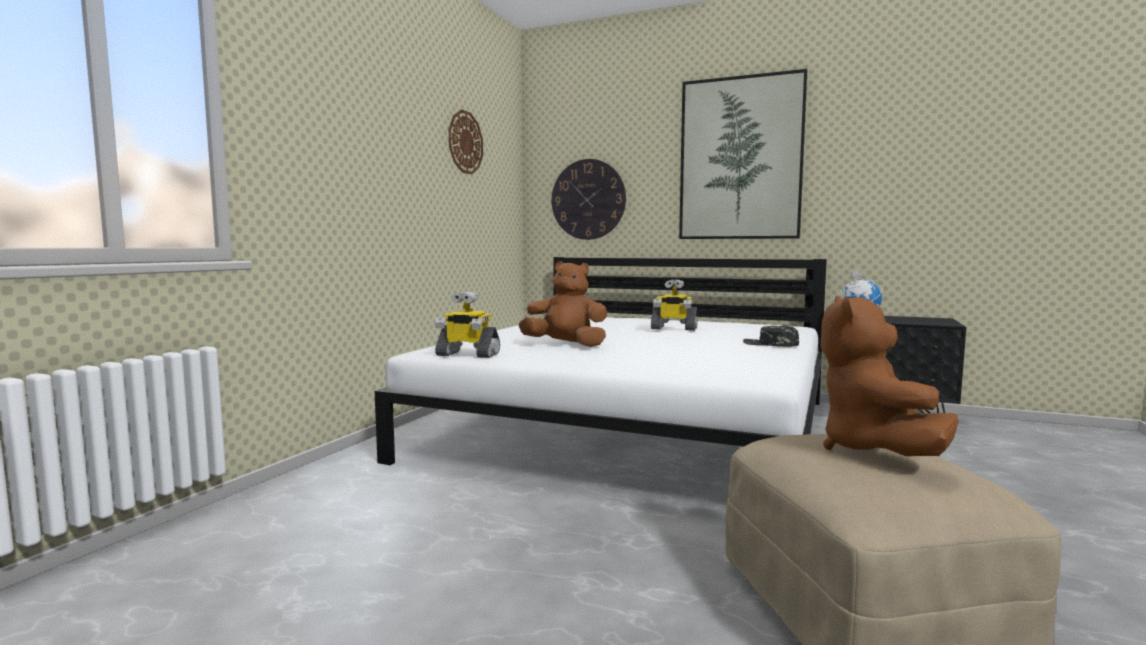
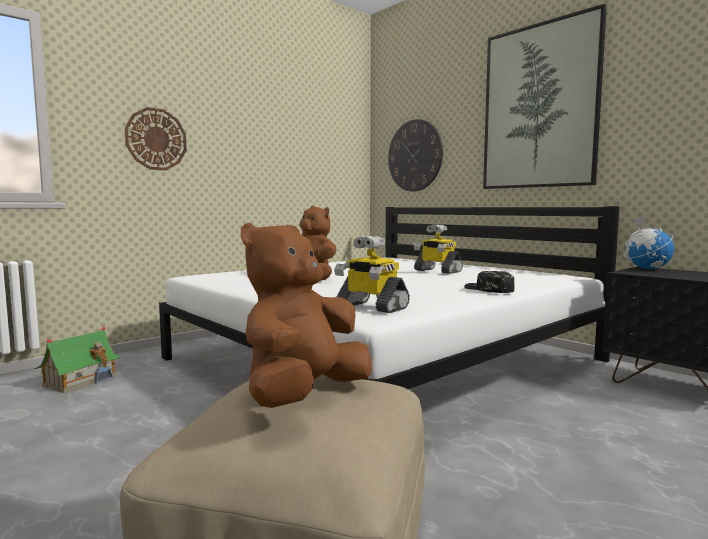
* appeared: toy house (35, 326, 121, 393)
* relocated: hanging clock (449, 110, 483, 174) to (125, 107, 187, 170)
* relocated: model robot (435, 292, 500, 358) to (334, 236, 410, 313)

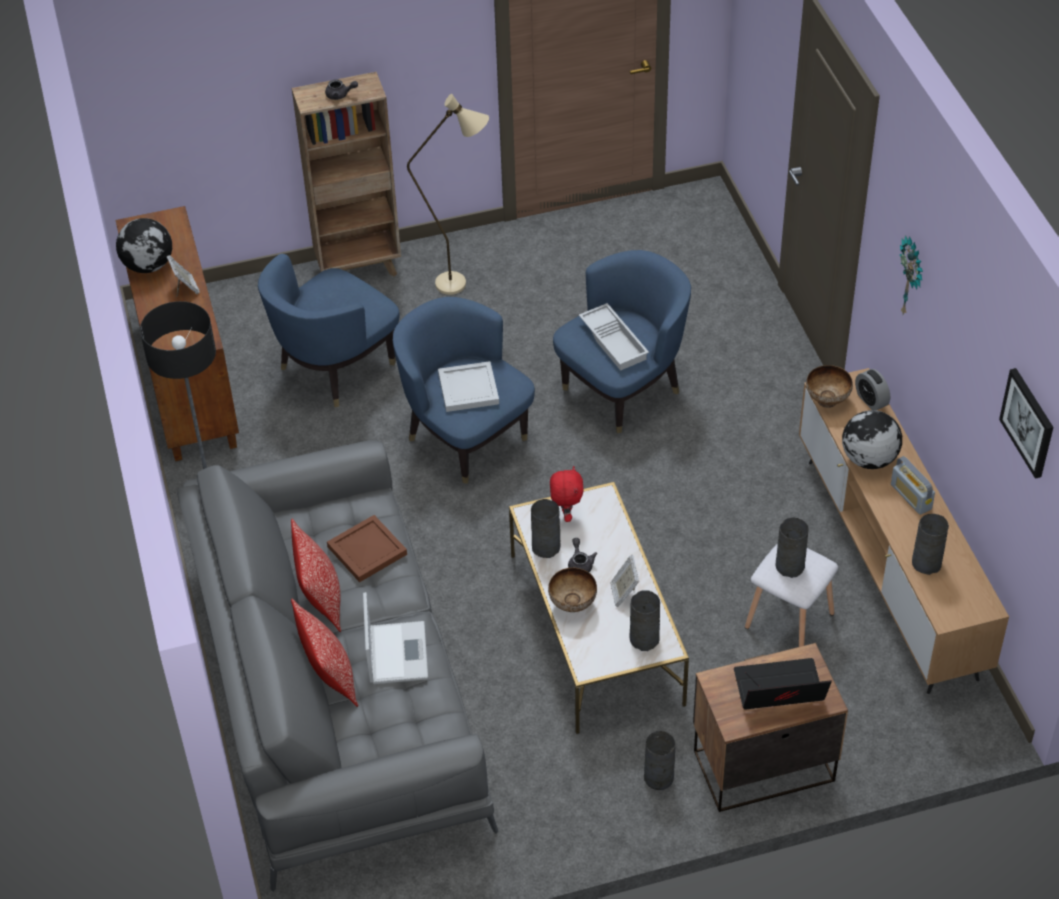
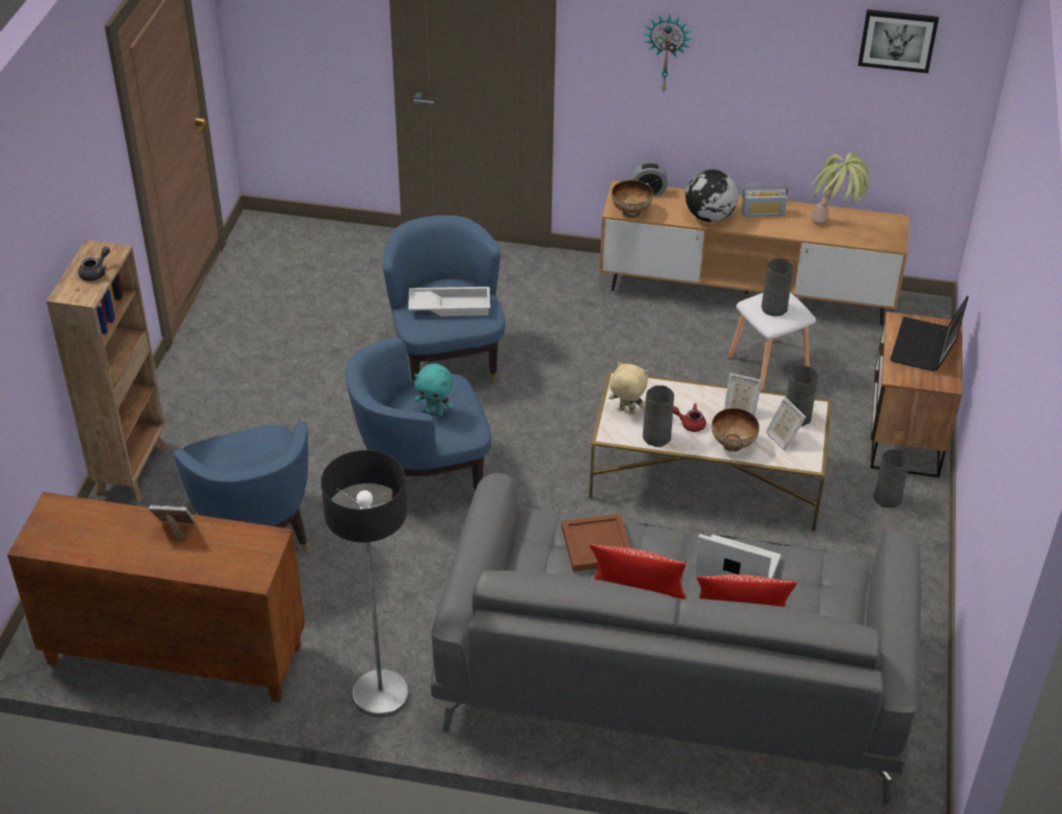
* exchanged: white-coloured serving tray (438, 361, 499, 412) to blue-green cuddly toy (414, 364, 454, 416)
* colour: reddish cuddly toy (550, 466, 584, 522) to beige cuddly toy (609, 362, 648, 414)
* colour: gray teapot (568, 538, 597, 572) to reddish teapot (673, 404, 706, 432)
* appeared: standing frame (766, 397, 806, 450)
* exchanged: gray flower vase (912, 514, 949, 575) to potted plant (810, 153, 869, 224)
* missing: world globe (116, 218, 172, 273)
* missing: beige floor lamp (407, 94, 489, 295)

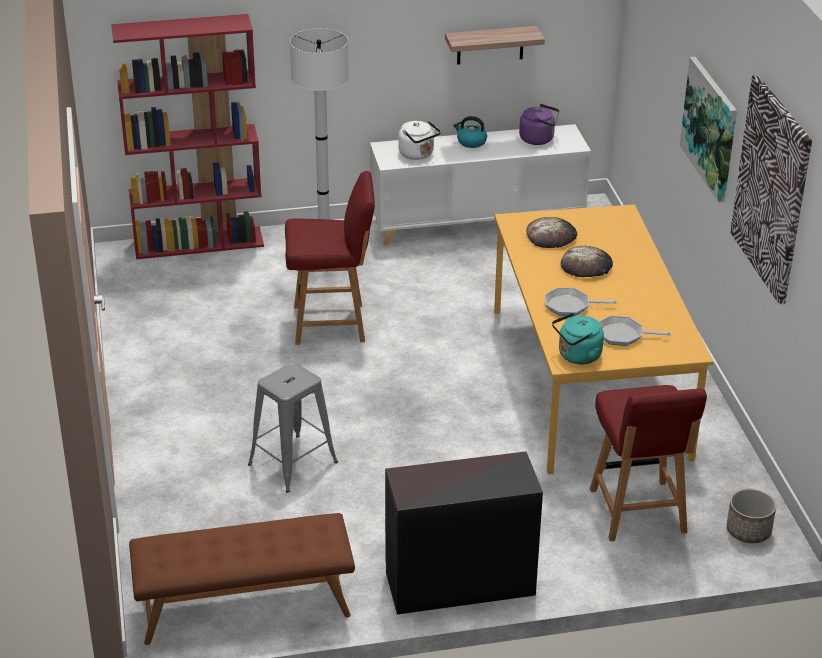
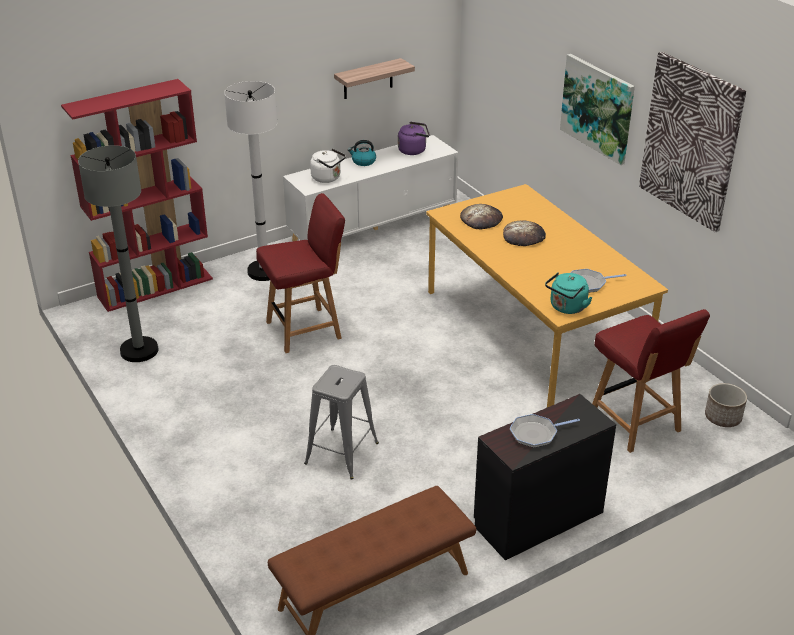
* appeared: gray floor lamp (78, 145, 159, 362)
* relocated: frying pan (545, 288, 617, 316) to (510, 414, 580, 448)

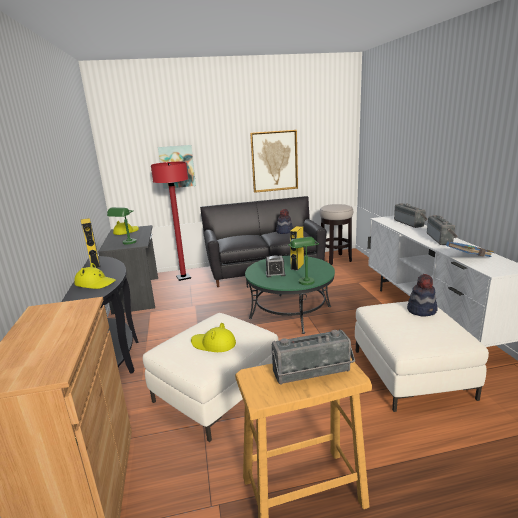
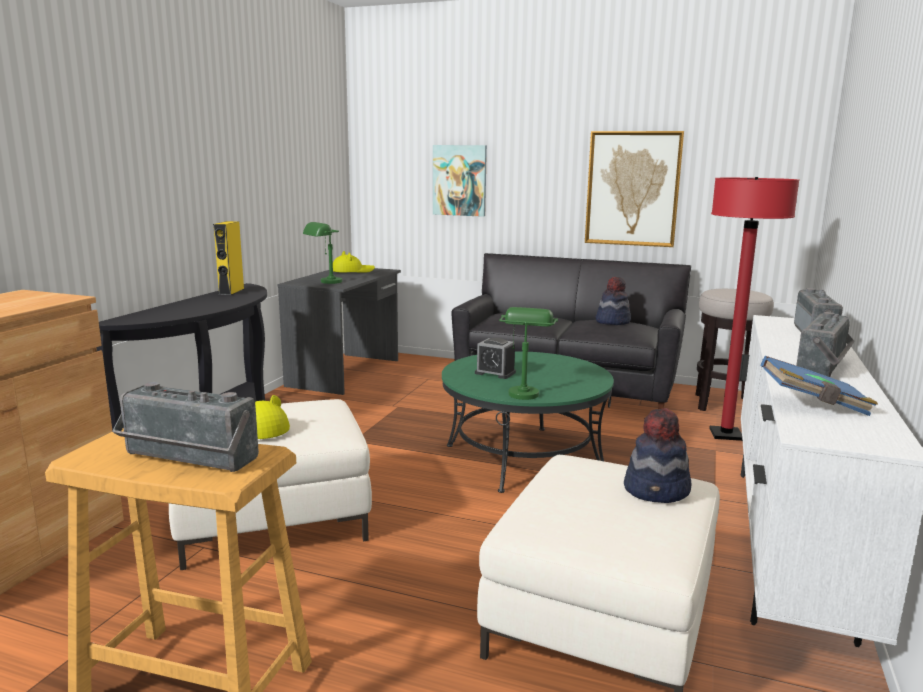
* relocated: reddish floor lamp (151, 162, 191, 281) to (709, 177, 799, 441)
* missing: yellow-coloured hat (74, 263, 116, 289)
* missing: yellow-coloured speaker (290, 226, 304, 270)

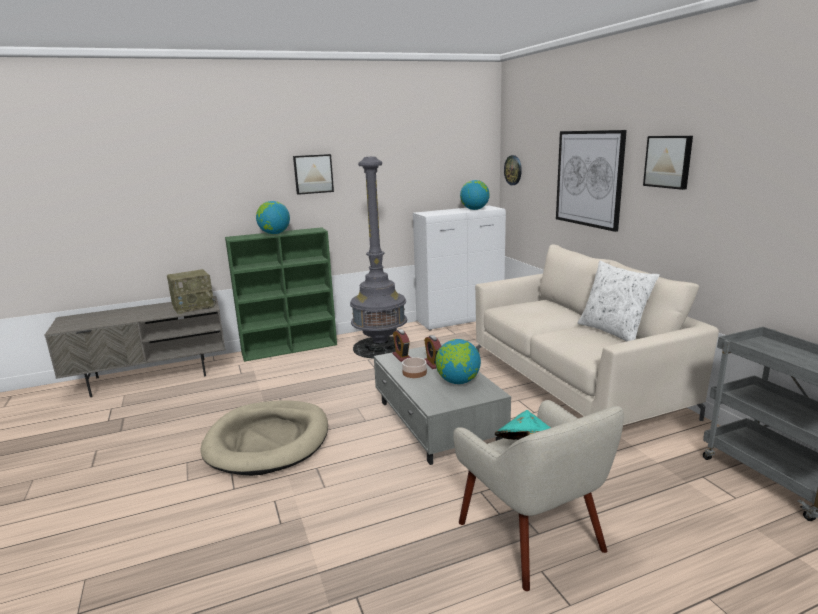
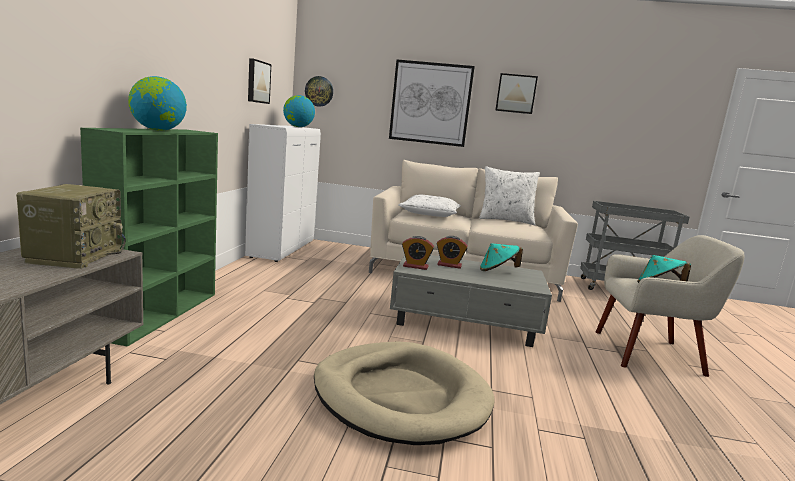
* relocated: wall picture (293, 154, 334, 195) to (248, 58, 271, 104)
* appeared: white-coloured pillow (398, 195, 461, 217)
* exchanged: world globe (435, 339, 481, 384) to blue-green hat (480, 243, 523, 271)
* missing: gray floor lamp (350, 157, 407, 359)
* missing: serving bowl (402, 357, 427, 378)

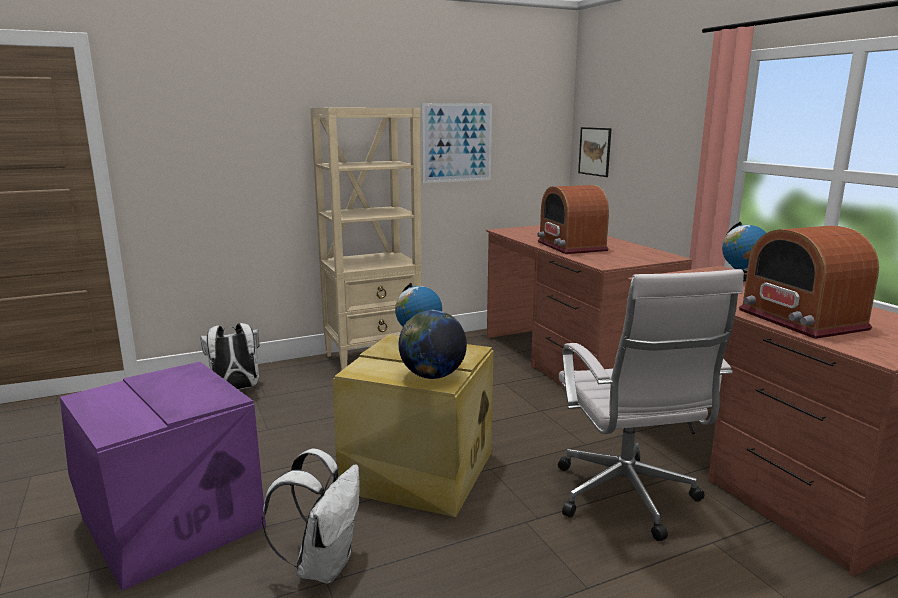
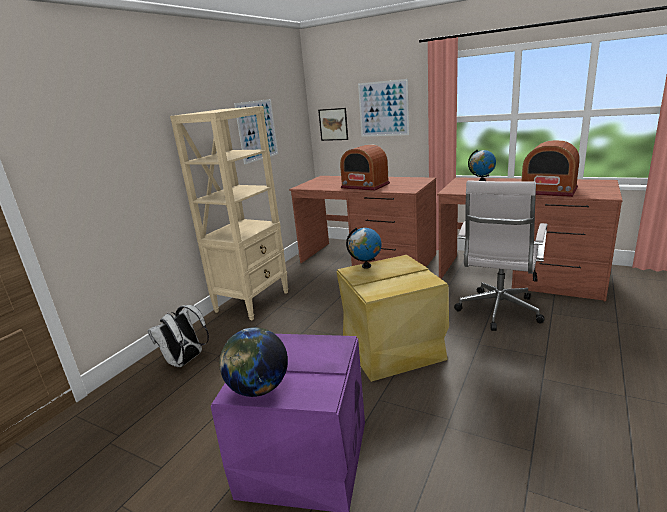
* relocated: world globe (398, 310, 467, 379) to (219, 327, 288, 397)
* appeared: wall picture (358, 79, 409, 137)
* spun: white-coloured computer chair (558, 269, 744, 541) = (454, 181, 548, 331) 75 degrees clockwise
* missing: white-coloured backpack (262, 449, 360, 584)

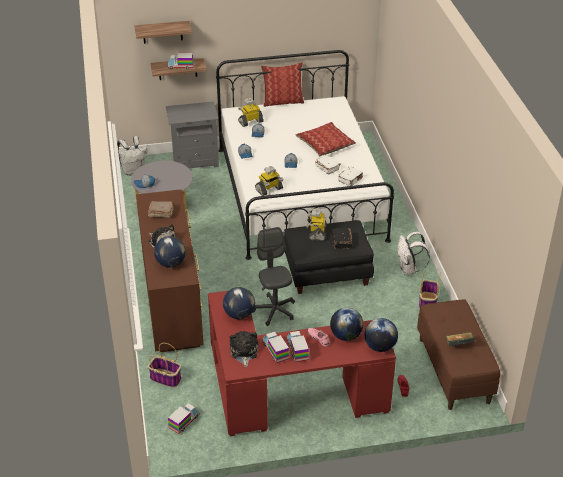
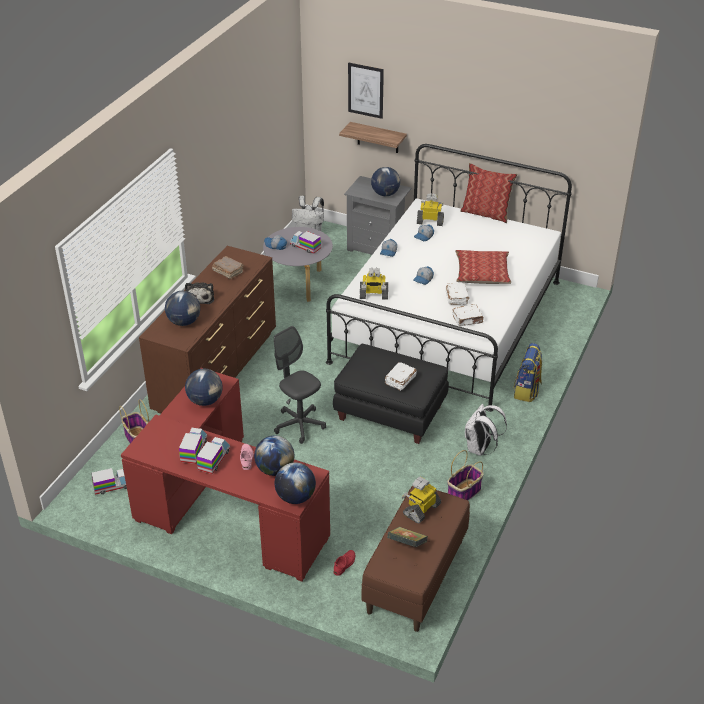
* spun: gray computer chair (253, 227, 295, 326) = (274, 326, 326, 444) 60 degrees counterclockwise
* relocated: model truck (168, 53, 194, 69) to (290, 231, 321, 254)
* exchanged: bracket shelf (134, 21, 192, 44) to wall picture (348, 63, 384, 119)
* appeared: world globe (371, 167, 400, 196)
* colour: black-coloured bound book (333, 228, 352, 249) to white-coloured bound book (385, 362, 417, 391)
* relocated: model robot (306, 209, 327, 241) to (402, 477, 441, 523)
* appeared: backpack (514, 343, 542, 402)
* missing: cuddly toy (229, 331, 258, 367)

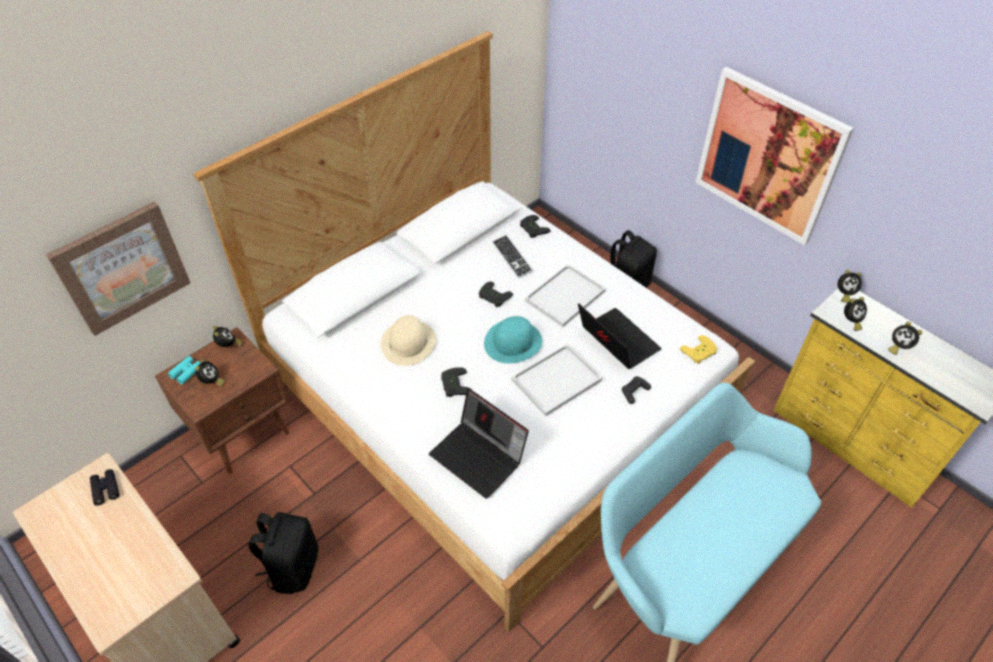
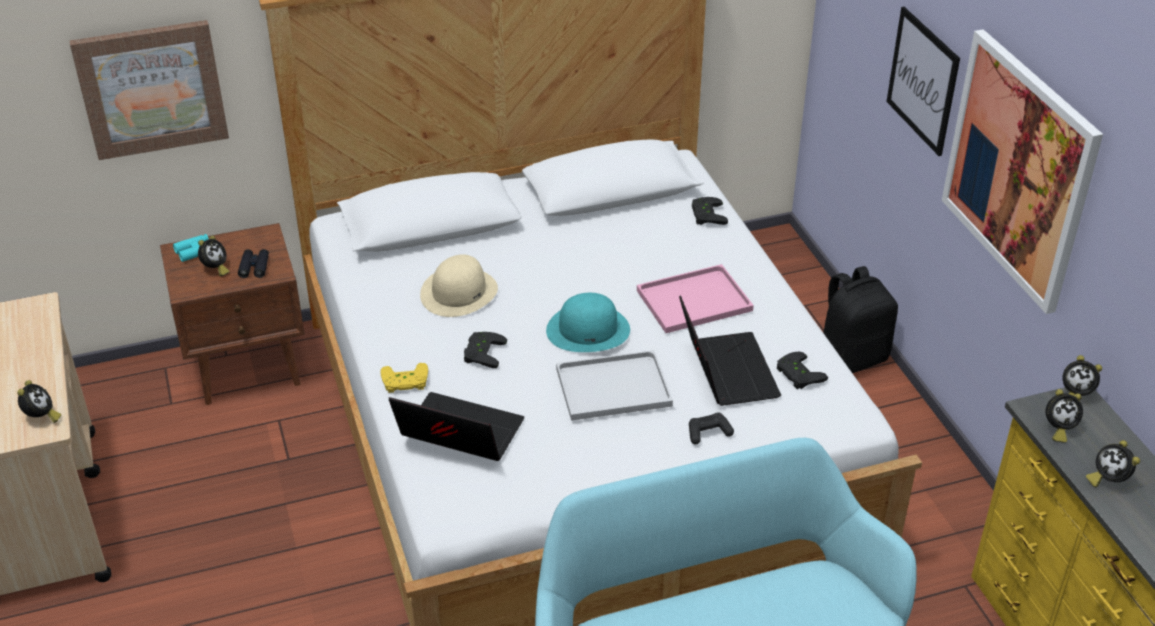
* relocated: table clock (213, 326, 242, 347) to (17, 380, 61, 423)
* relocated: black-coloured pair of binoculars (90, 469, 120, 506) to (238, 249, 269, 278)
* relocated: yellow-coloured joypad (680, 335, 717, 364) to (381, 363, 428, 393)
* spun: laptop (429, 389, 529, 499) = (389, 392, 524, 461) 135 degrees clockwise
* colour: white-coloured serving tray (525, 264, 606, 327) to pinkish serving tray (637, 264, 754, 333)
* relocated: black-coloured joypad (479, 281, 513, 307) to (777, 352, 828, 389)
* appeared: wall picture (887, 7, 960, 156)
* missing: black-coloured backpack (249, 512, 318, 594)
* missing: PC keyboard (492, 235, 533, 278)

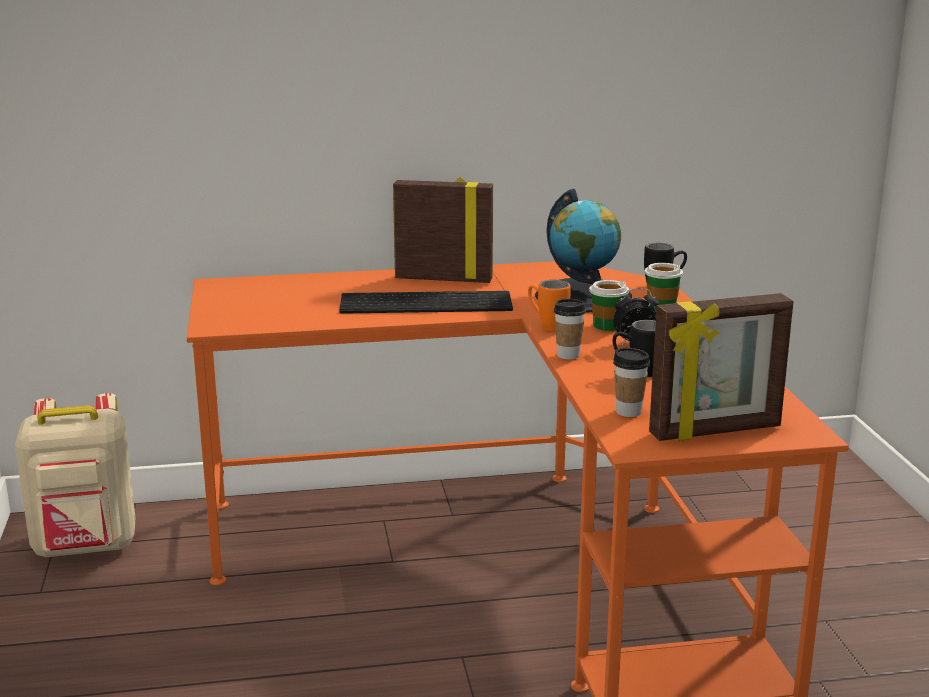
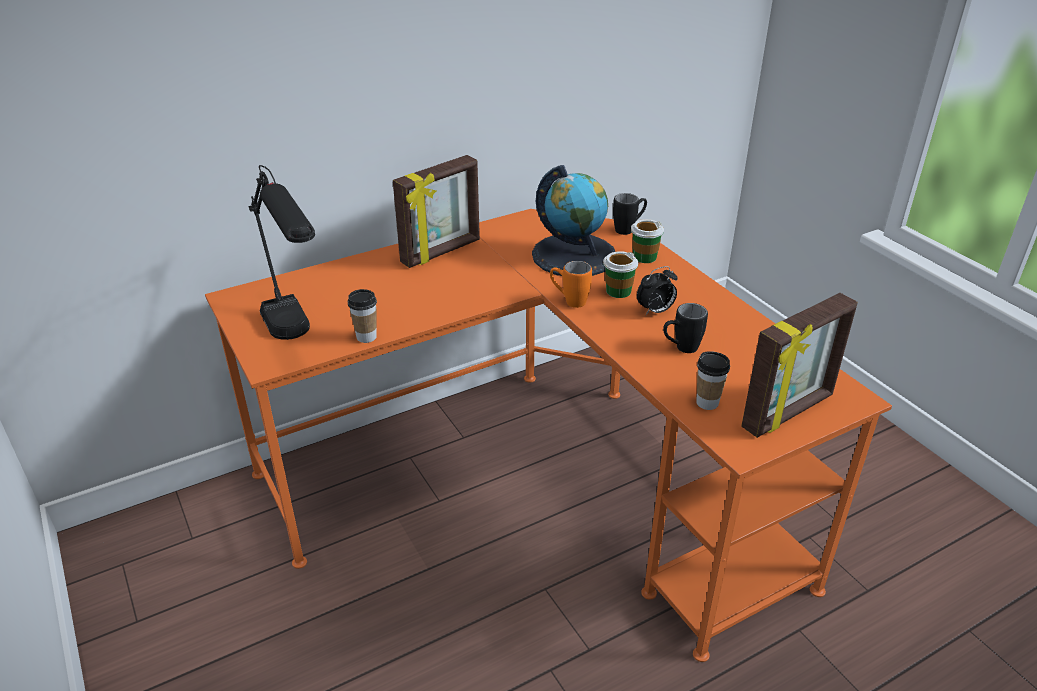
* appeared: black-coloured tabletop lamp (248, 165, 315, 340)
* relocated: small cup (554, 299, 586, 360) to (348, 289, 377, 343)
* spun: standing frame (393, 177, 493, 283) = (393, 155, 480, 268) 150 degrees clockwise
* missing: beige backpack (15, 393, 135, 557)
* missing: PC keyboard (339, 291, 513, 314)

